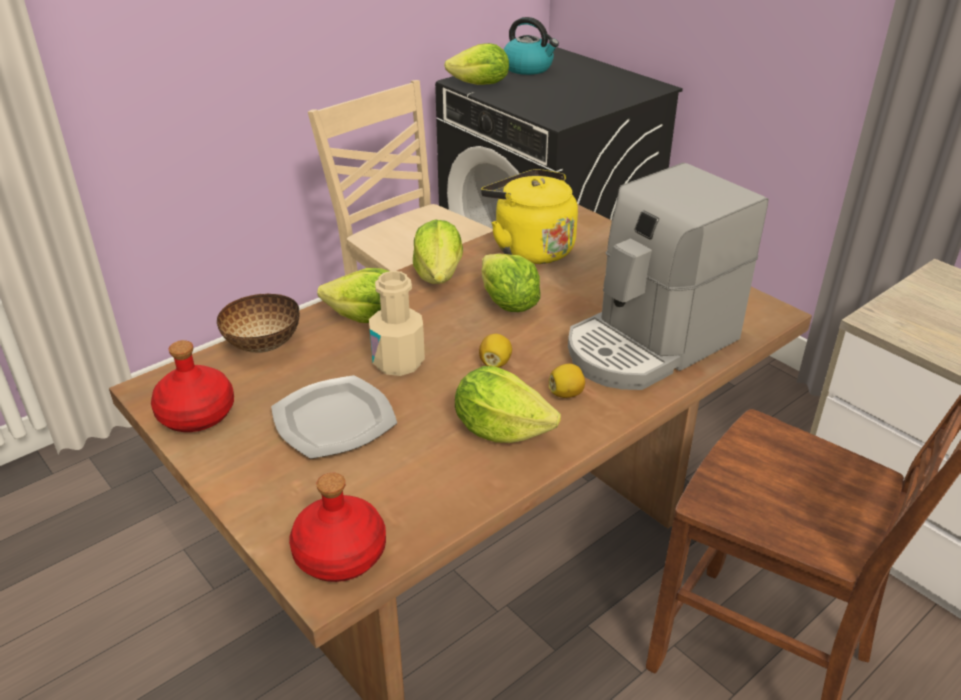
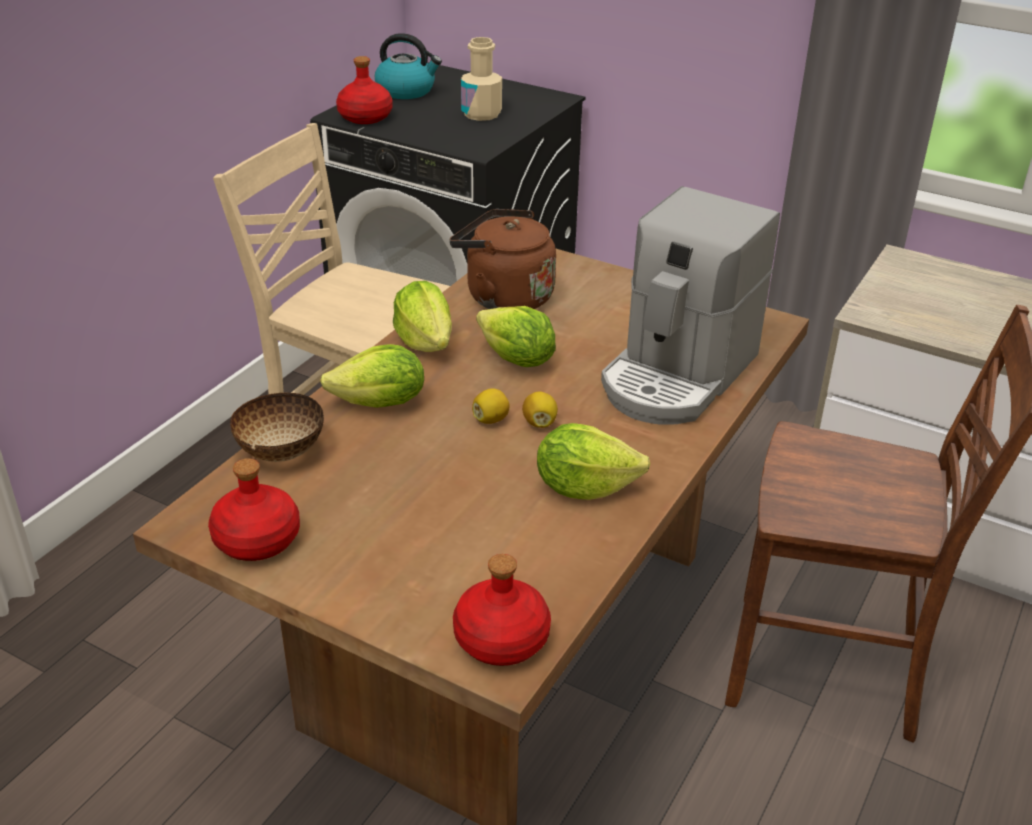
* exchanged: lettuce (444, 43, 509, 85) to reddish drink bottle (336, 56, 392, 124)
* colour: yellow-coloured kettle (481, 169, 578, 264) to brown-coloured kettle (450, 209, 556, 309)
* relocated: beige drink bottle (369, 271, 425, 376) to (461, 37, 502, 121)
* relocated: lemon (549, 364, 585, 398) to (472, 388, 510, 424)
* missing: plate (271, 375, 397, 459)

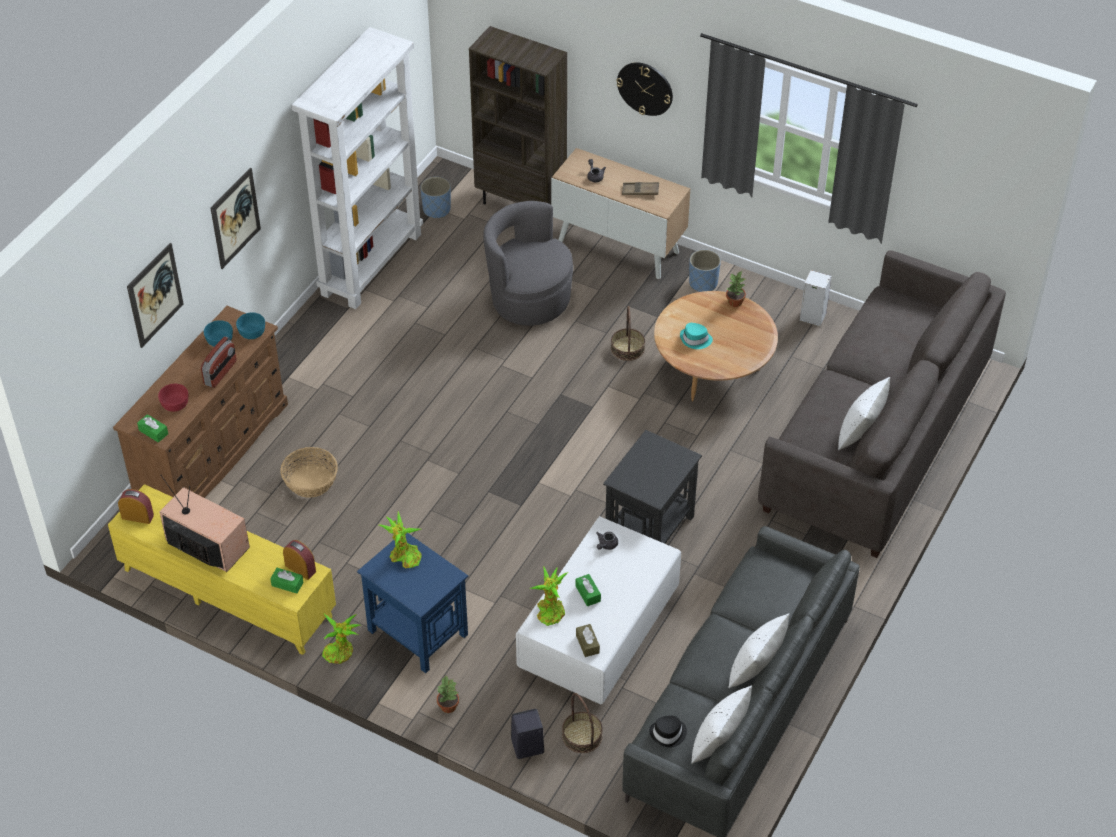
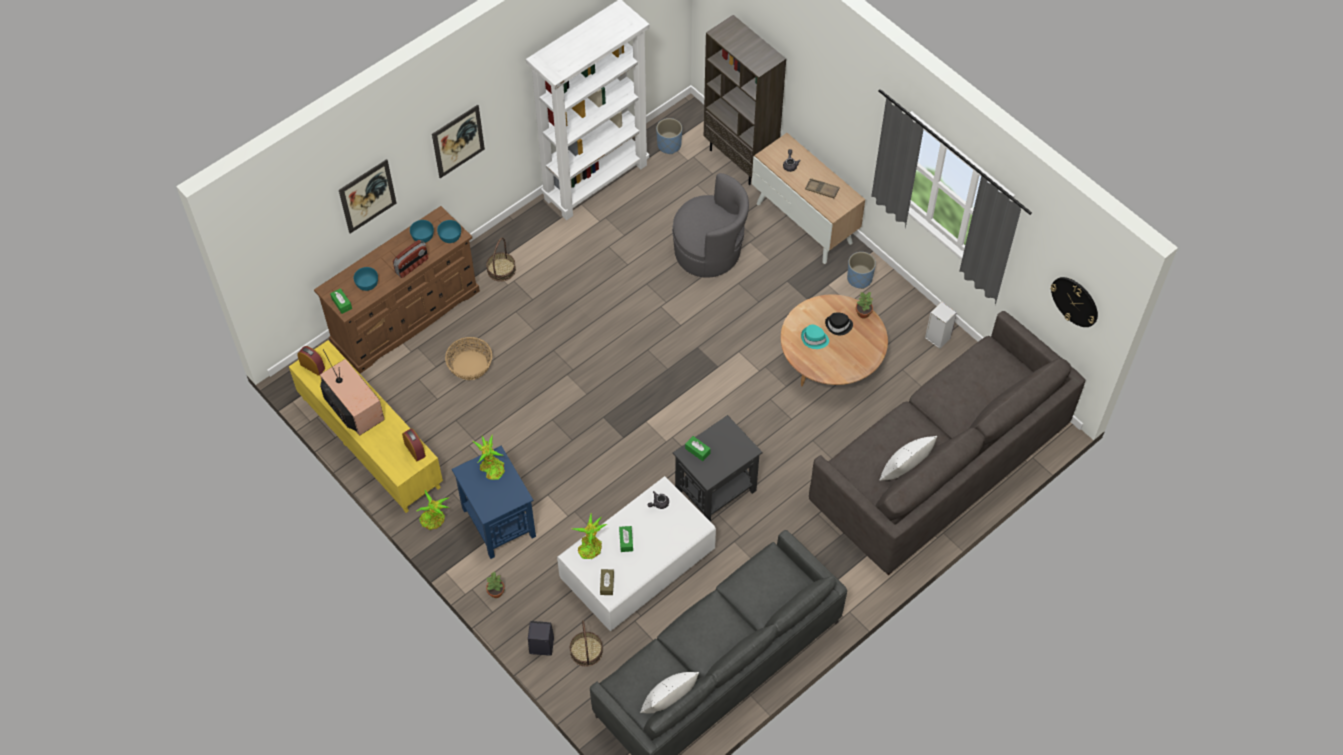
* colour: reddish serving bowl (158, 384, 188, 412) to blue-green serving bowl (354, 267, 378, 291)
* relocated: storage basket (611, 306, 645, 361) to (486, 237, 516, 282)
* spun: gray armchair (483, 201, 573, 326) = (672, 173, 749, 278) 135 degrees clockwise
* relocated: green-coloured tissue box (270, 568, 304, 593) to (685, 436, 711, 461)
* relocated: black-coloured hat (649, 715, 687, 747) to (825, 313, 853, 335)
* relocated: hanging clock (616, 62, 673, 116) to (1050, 277, 1098, 327)
* missing: white-coloured pillow (728, 613, 790, 688)

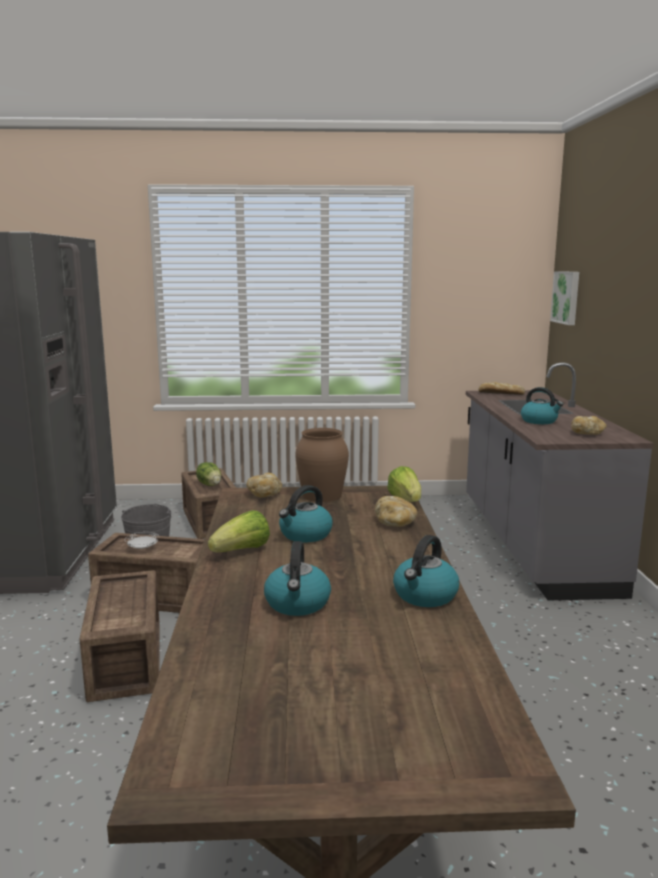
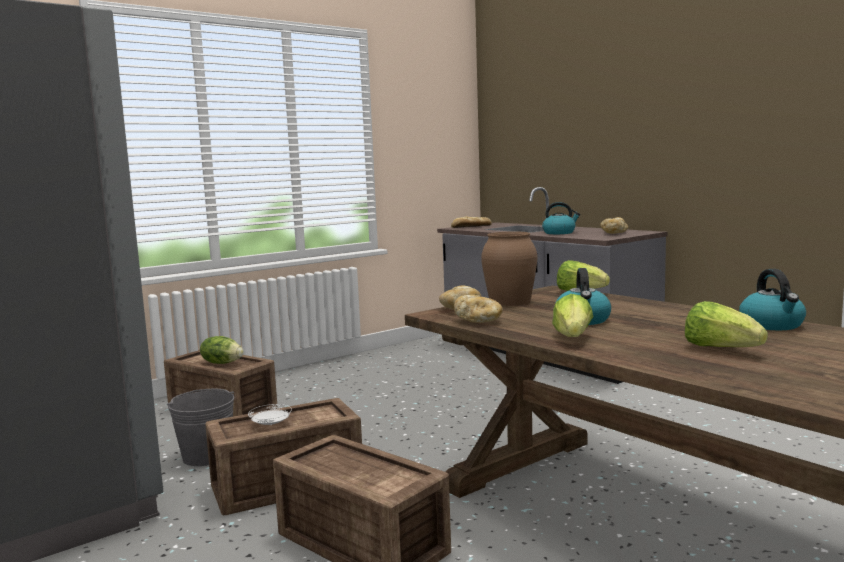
* relocated: baked bread (375, 496, 417, 527) to (454, 295, 503, 323)
* exchanged: kettle (264, 541, 331, 616) to lettuce (685, 301, 768, 347)
* missing: wall picture (550, 271, 579, 325)

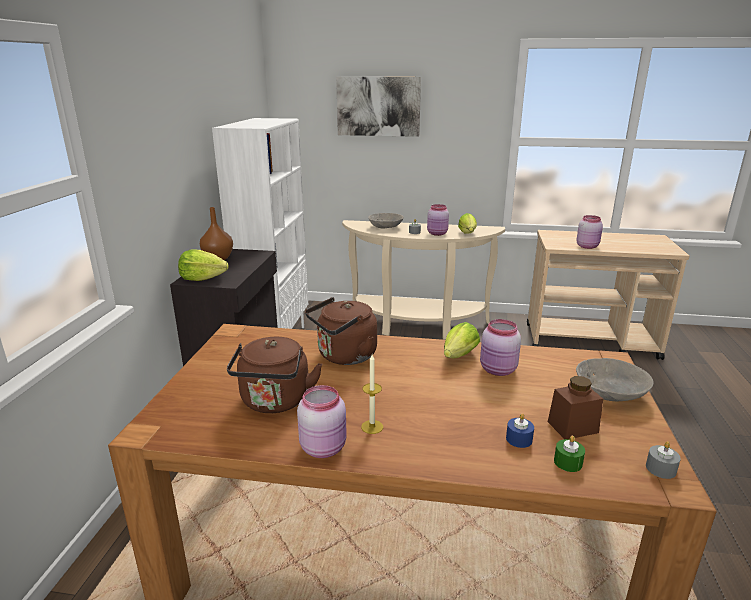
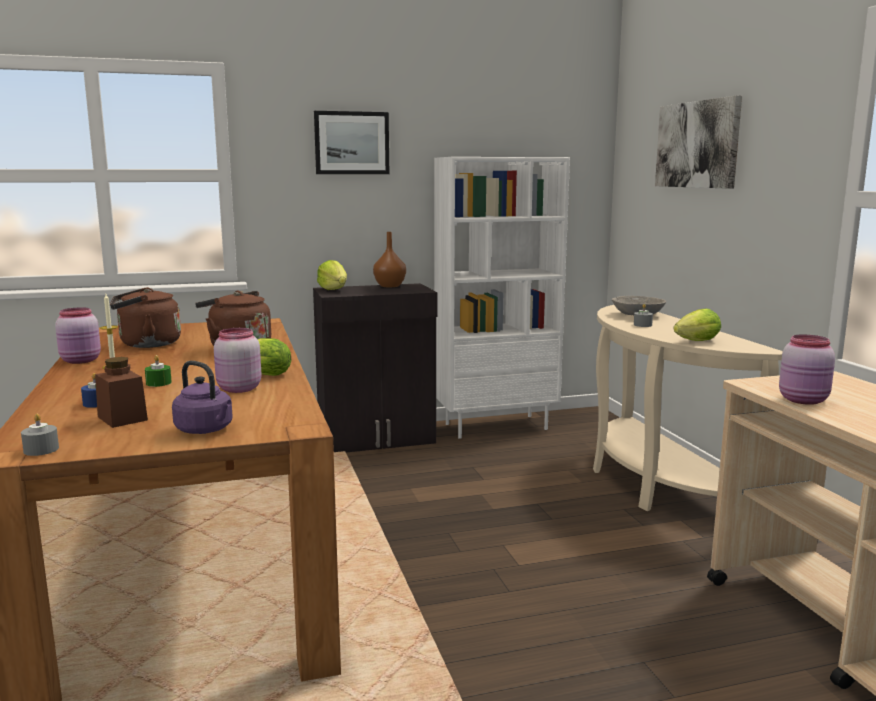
* relocated: green-coloured wax candle (554, 435, 585, 472) to (145, 355, 172, 387)
* exchanged: gray serving bowl (576, 358, 654, 401) to purple-coloured kettle (172, 361, 233, 434)
* appeared: wall picture (314, 111, 389, 174)
* missing: pinkish storage jar (427, 204, 449, 236)

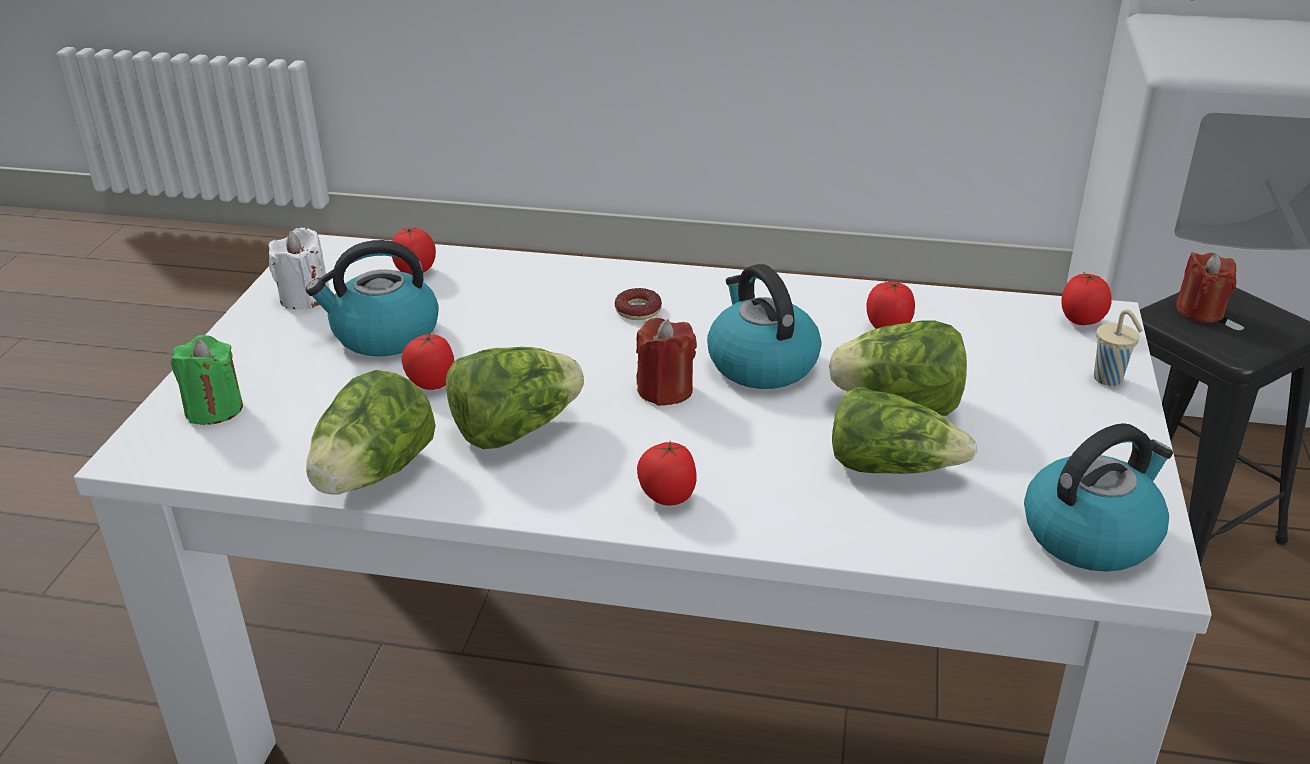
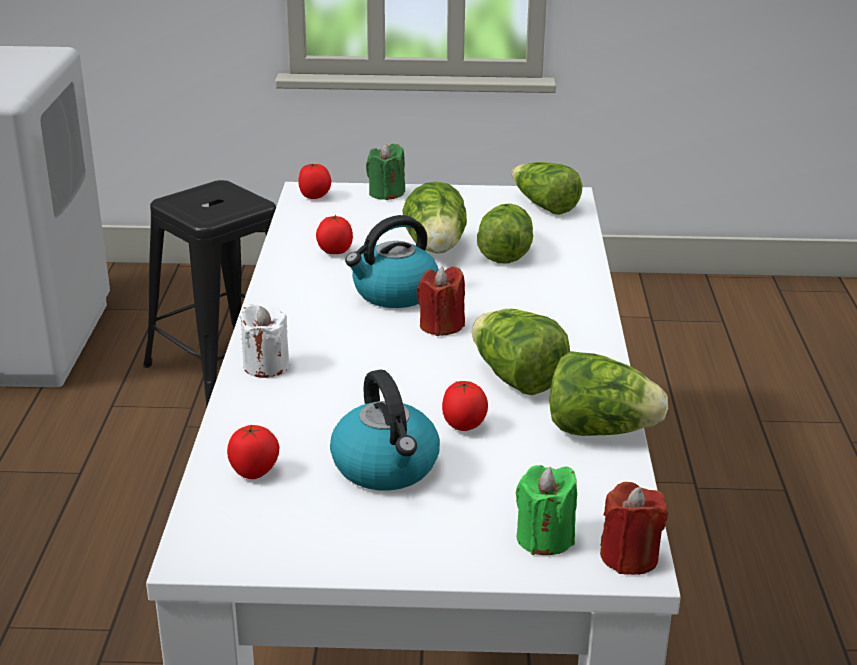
* relocated: white-coloured wax candle (269, 228, 330, 309) to (239, 304, 289, 378)
* exchanged: beige small cup (1094, 309, 1143, 386) to green-coloured wax candle (366, 143, 405, 200)
* exchanged: kettle (1024, 423, 1173, 572) to lettuce (512, 162, 582, 215)
* relocated: reddish wax candle (1176, 252, 1236, 323) to (600, 482, 668, 575)
* missing: donut (615, 288, 662, 320)
* missing: tomato (637, 441, 697, 506)

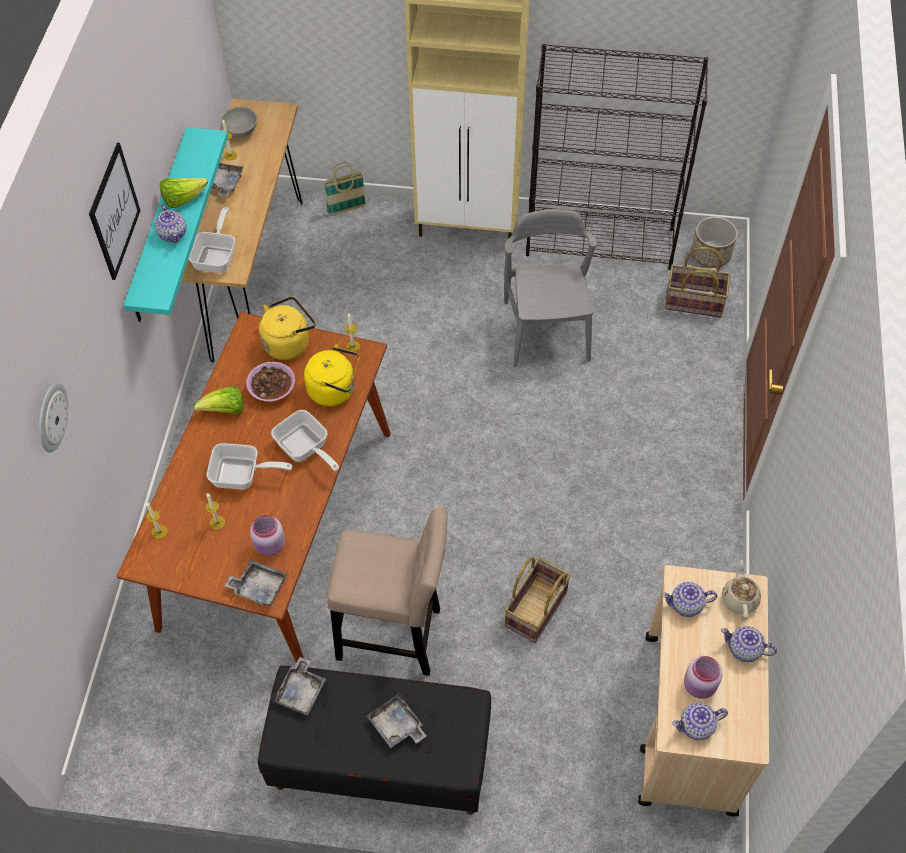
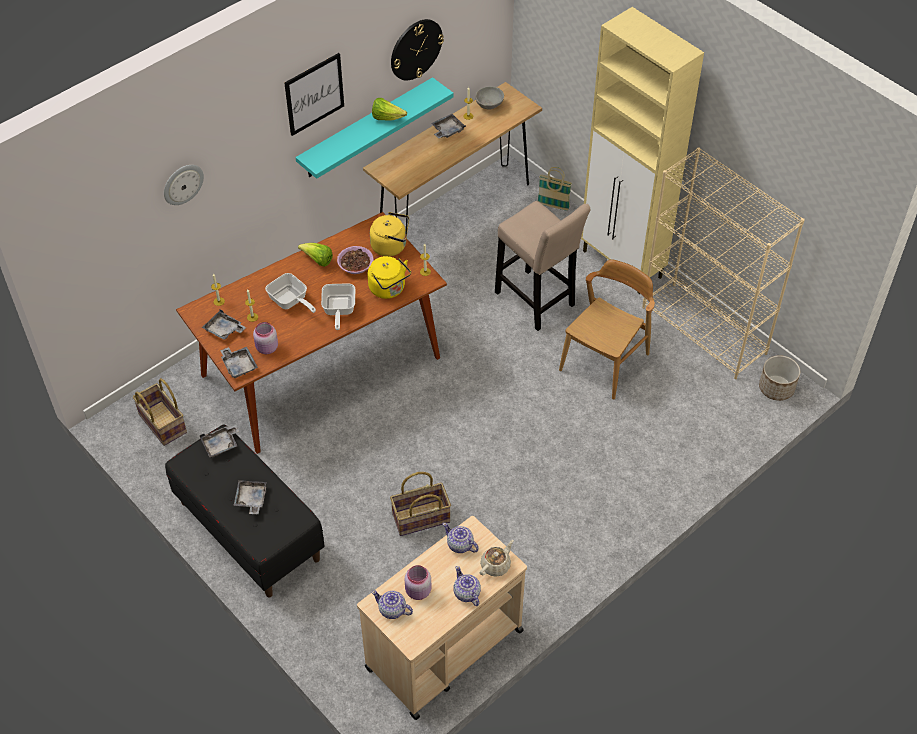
* relocated: storage basket (665, 247, 731, 318) to (133, 378, 187, 446)
* appeared: gray serving tray (202, 309, 246, 340)
* appeared: hanging clock (391, 19, 444, 80)
* relocated: beige stool (327, 506, 447, 676) to (495, 201, 591, 331)
* colour: gray upright chair (504, 209, 597, 367) to brown-coloured upright chair (559, 259, 655, 400)
* colour: black-coloured shelving unit (526, 44, 709, 270) to beige shelving unit (642, 147, 805, 379)
* missing: teapot (155, 204, 187, 243)
* missing: frying pan (189, 208, 235, 273)

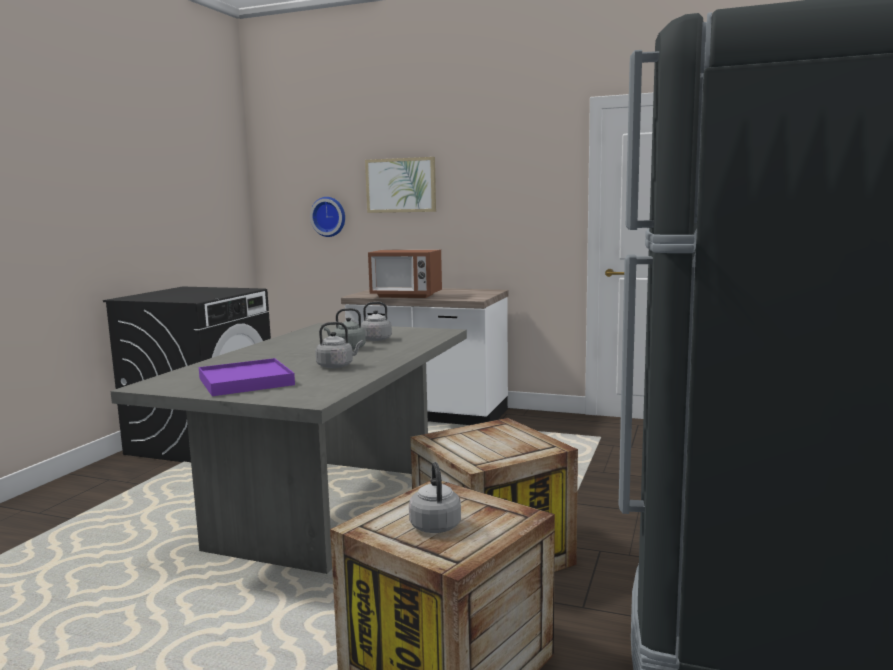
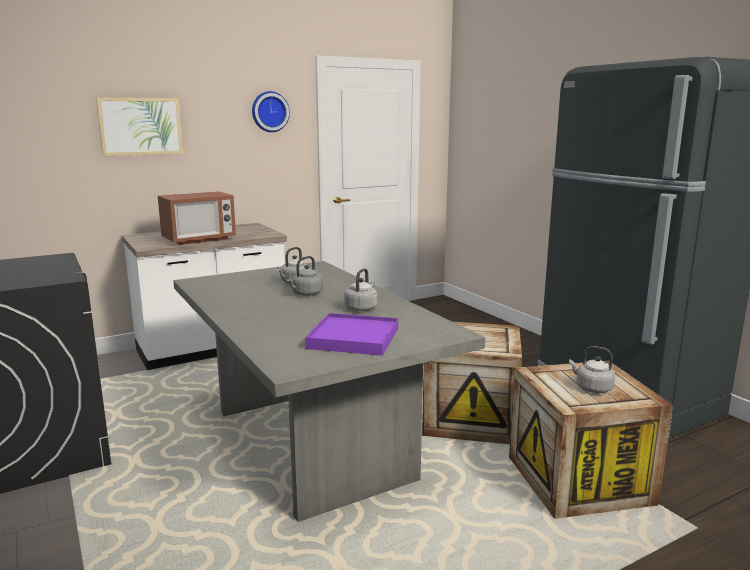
* relocated: hanging clock (310, 197, 345, 237) to (252, 91, 290, 132)

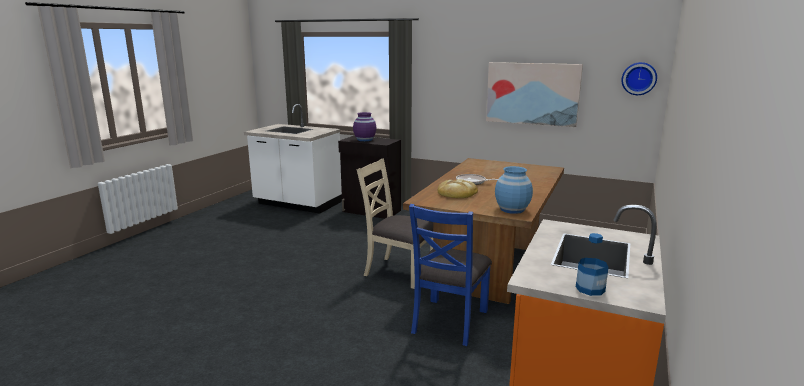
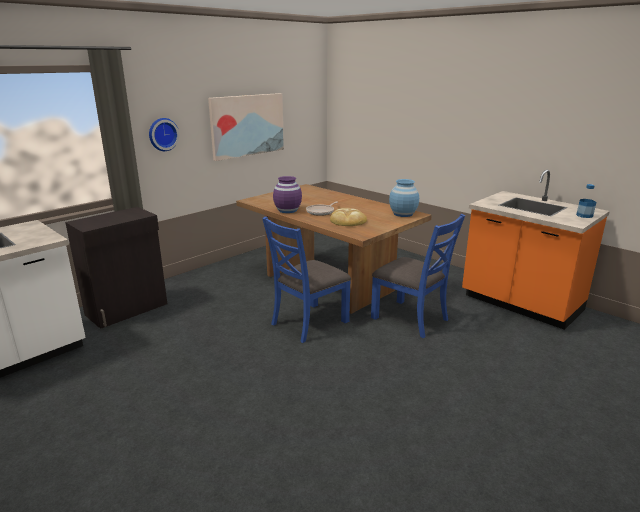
* relocated: hanging clock (622, 62, 657, 95) to (149, 118, 179, 151)
* colour: beige upright chair (357, 158, 433, 289) to blue-coloured upright chair (262, 216, 351, 343)
* relocated: purple-coloured flower vase (353, 112, 376, 141) to (273, 176, 302, 213)

